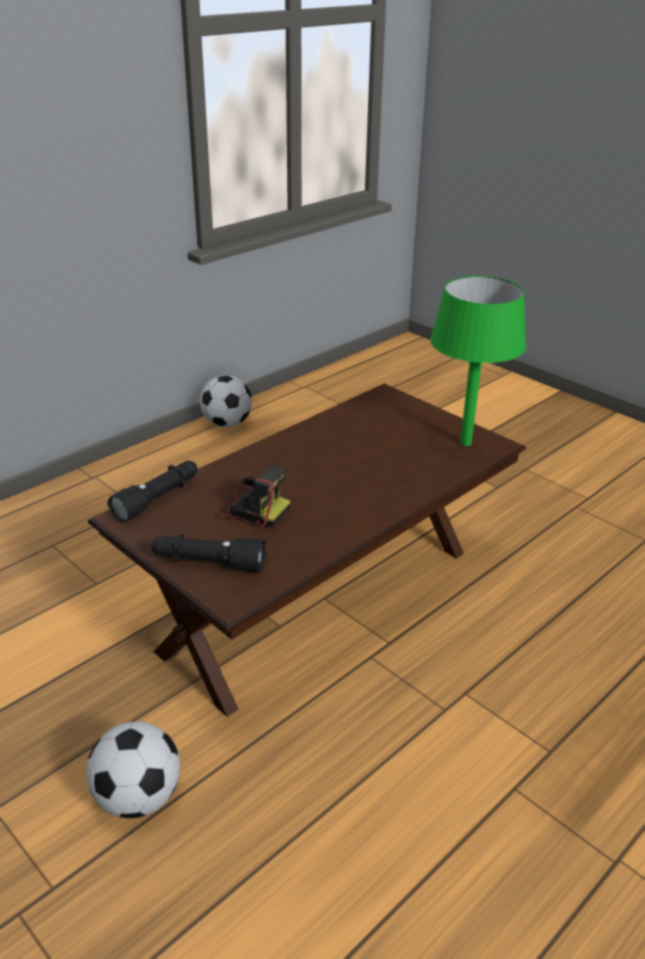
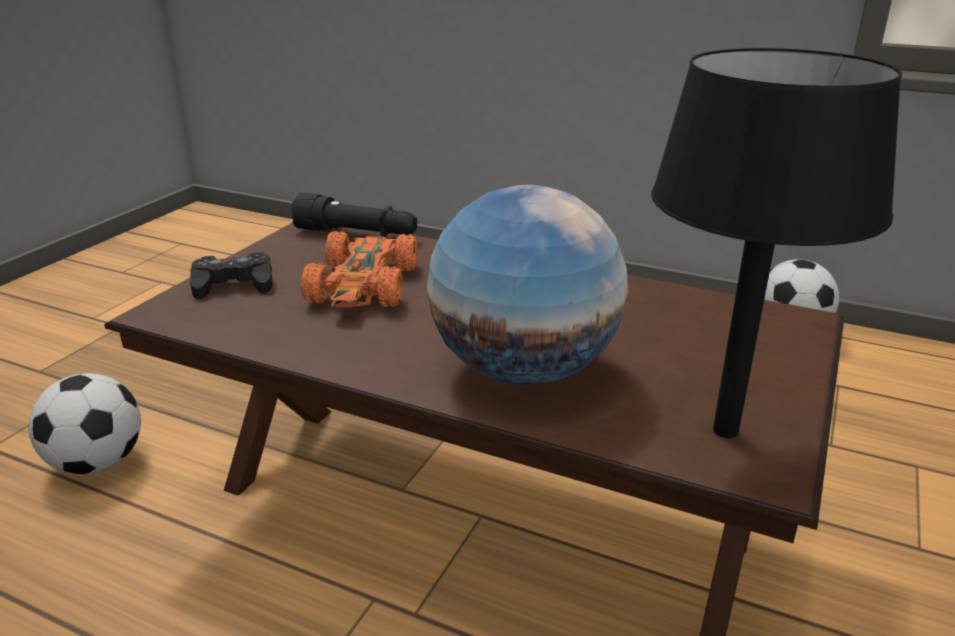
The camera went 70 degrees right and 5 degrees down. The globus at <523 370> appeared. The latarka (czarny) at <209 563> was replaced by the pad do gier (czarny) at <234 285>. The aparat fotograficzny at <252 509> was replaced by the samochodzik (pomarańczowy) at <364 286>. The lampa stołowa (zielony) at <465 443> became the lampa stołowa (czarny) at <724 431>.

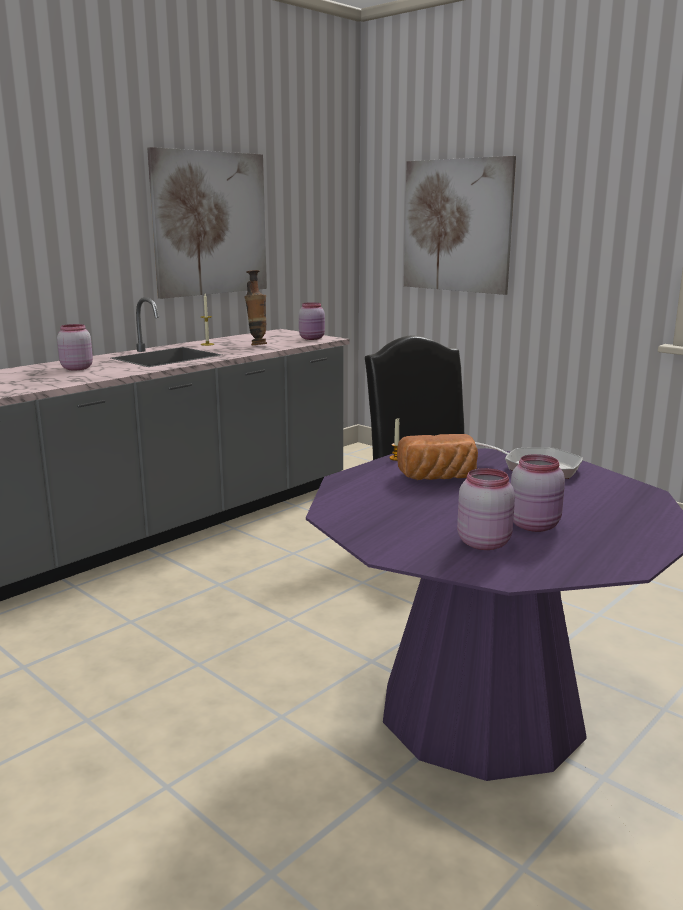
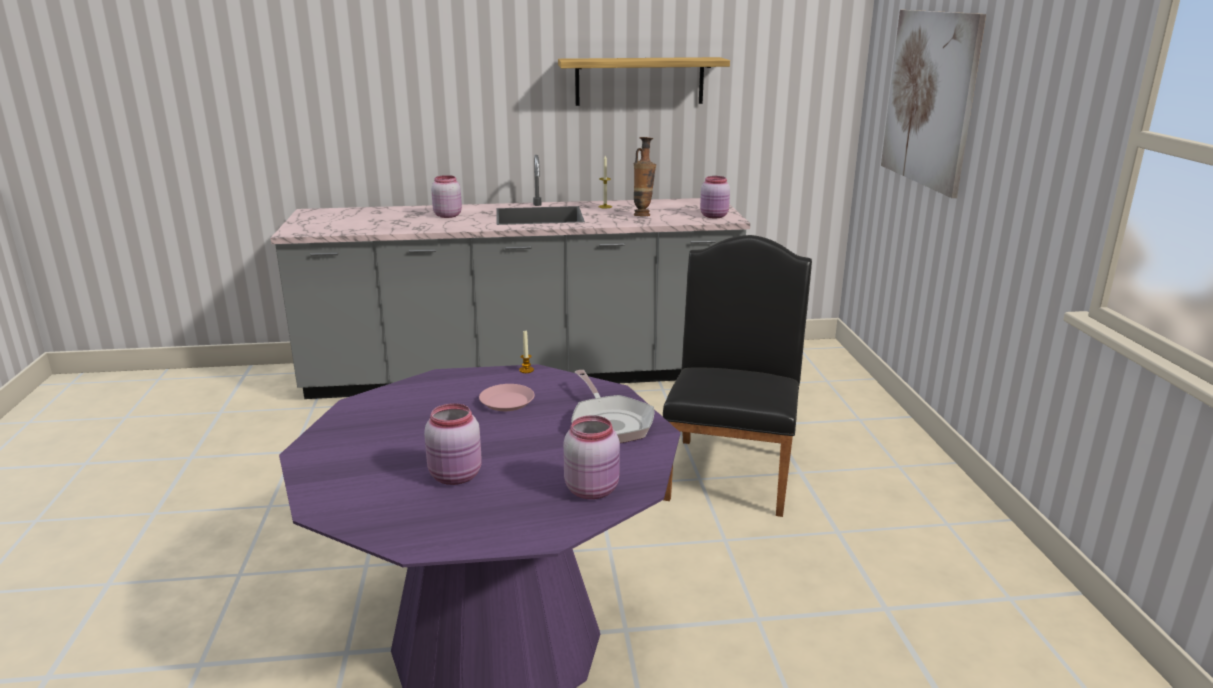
The camera went 40 degrees right and 5 degrees up. The słoik (różowy) moved from <484 542> to <593 489>. The obraz at <210 224> was replaced by the półka at <639 81>. The chleb at <438 478> was replaced by the talerz (różowy) at <506 402>.

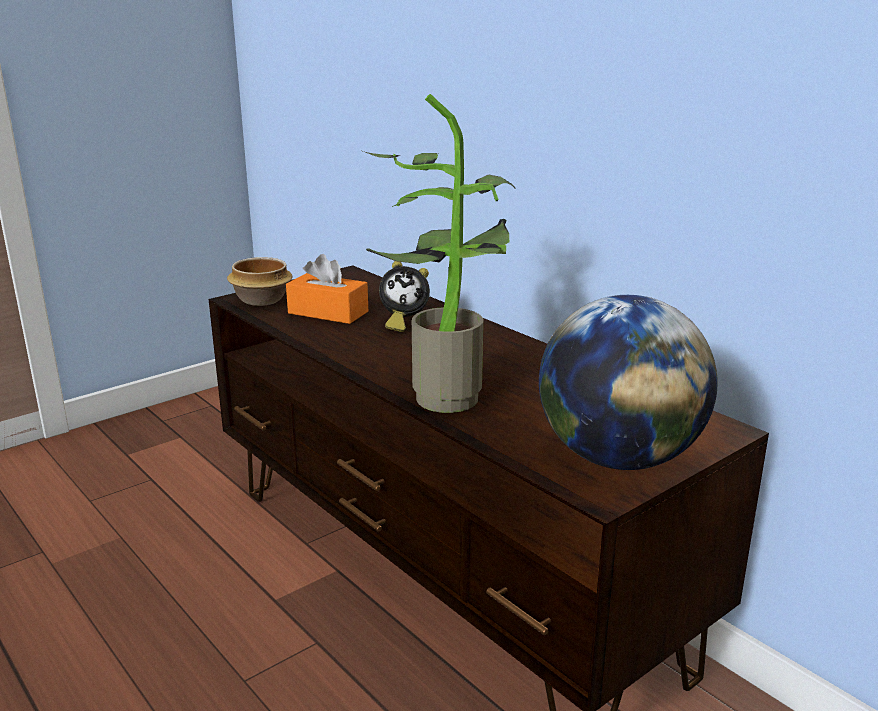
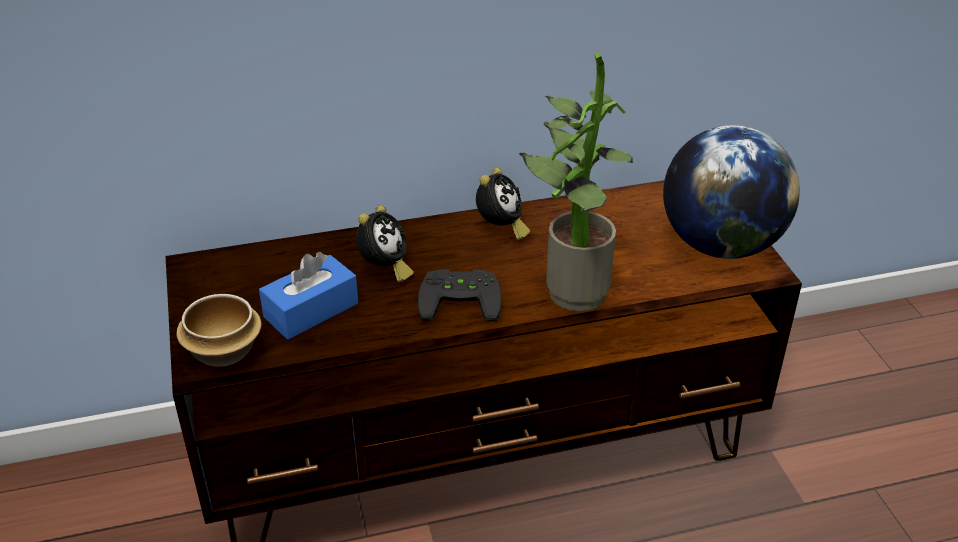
The camera went 65 degrees left and 15 degrees up. The pad do gier (czarny) at <461 298> appeared. The budzik at <501 229> appeared. The pudełko chusteczek (pomarańczowy) at <328 312> became the pudełko chusteczek (niebieski) at <311 310>.

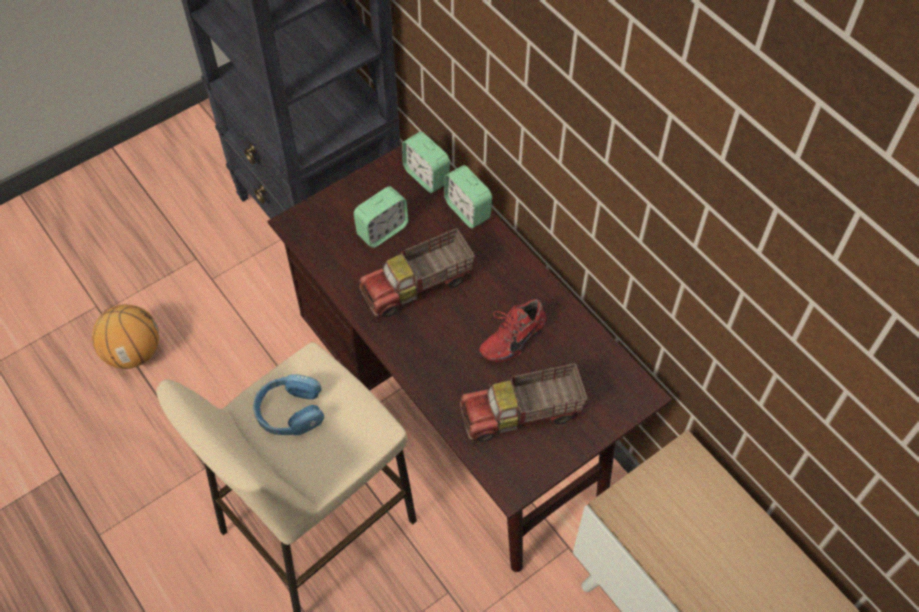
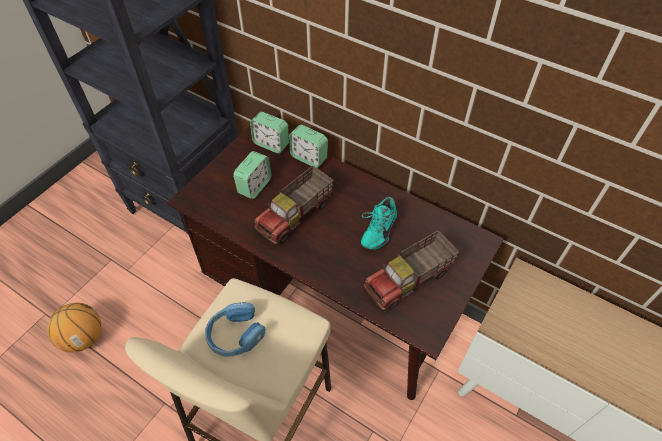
The camera went 20 degrees left and 5 degrees down. The but (czerwony) at <511 337> became the but (turkusowy) at <377 230>.

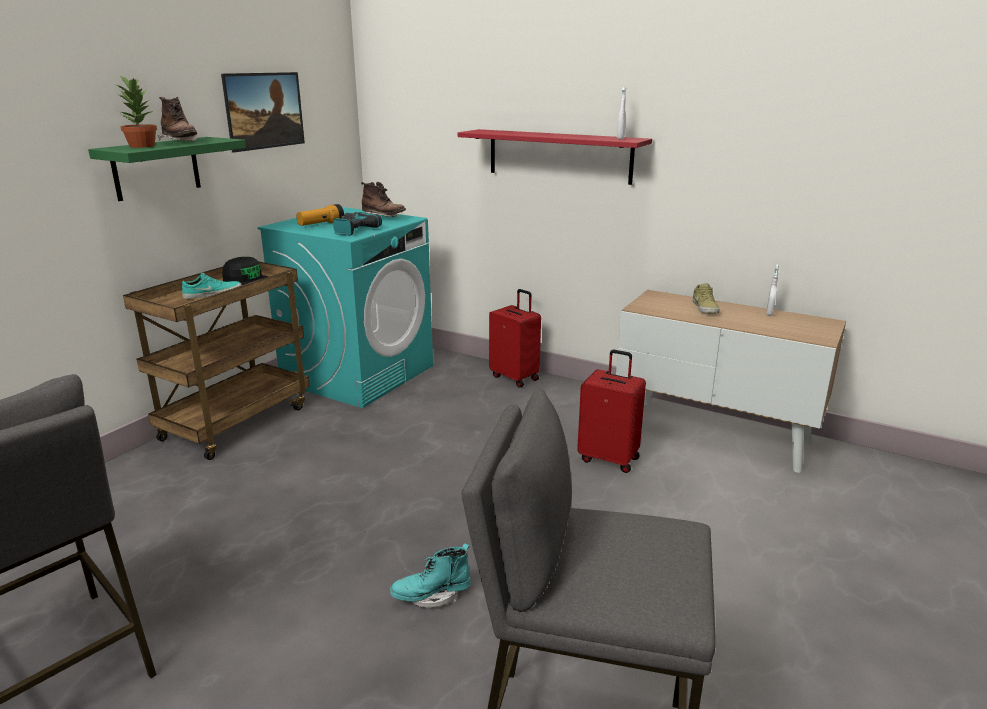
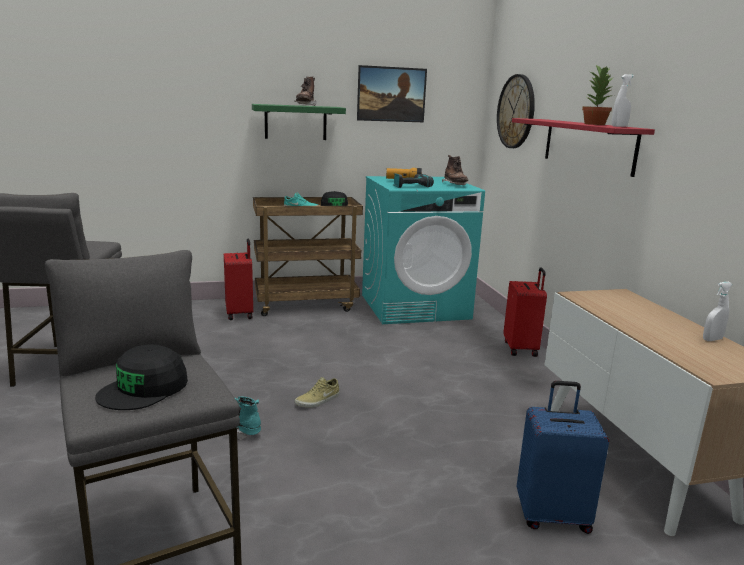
The camera went 45 degrees right and 5 degrees down. The czapka z daszkiem (czarny) at <144 388> appeared. The zegar ścienny at <516 111> appeared. The walizka (niebieski) at <552 515> appeared. The roślina doniczkowa moved from <142 146> to <594 124>. The walizka (czerwony) moved from <609 458> to <240 313>. The but (beżowy) moved from <705 308> to <318 400>.

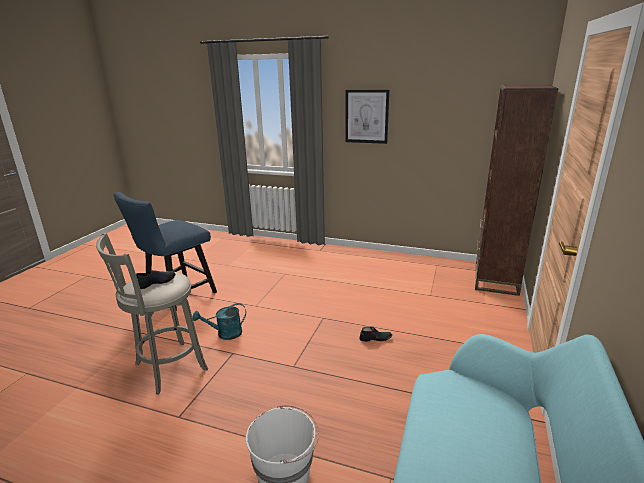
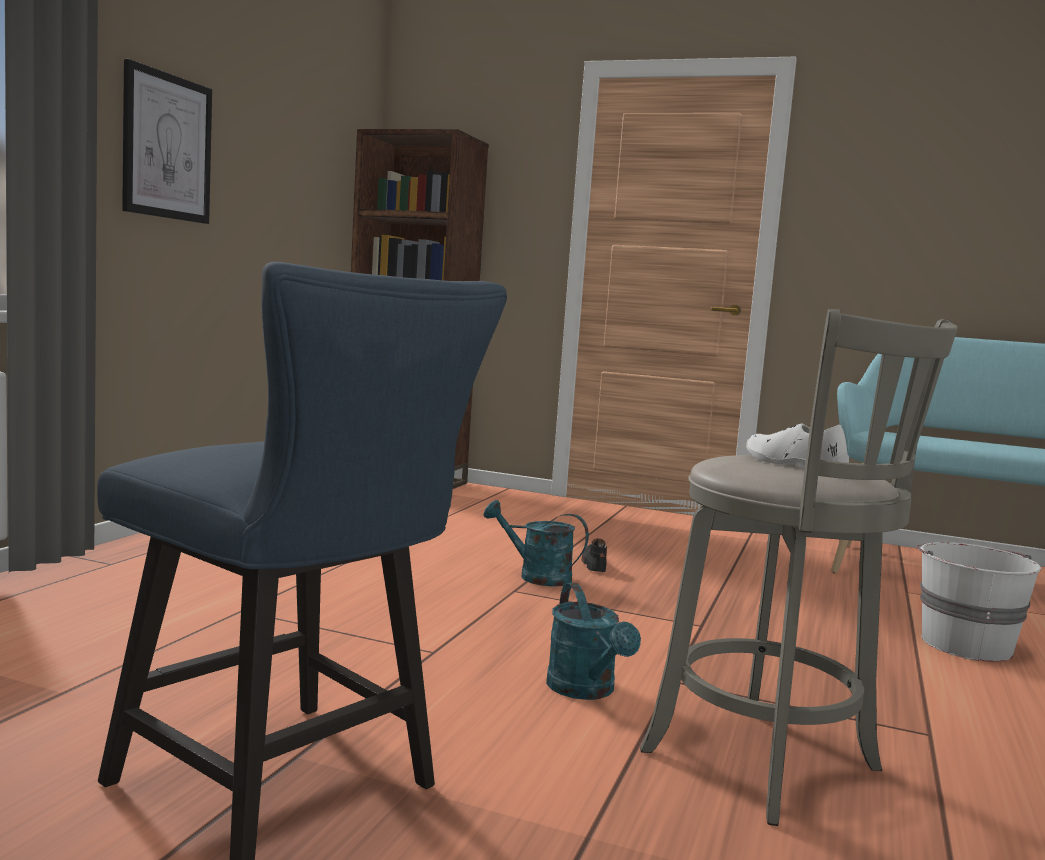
The camera went 90 degrees left and 15 degrees down. The konewka (turkusowy) at <536 576> appeared. The but (czarny) at <156 282> became the but (biały) at <792 464>.

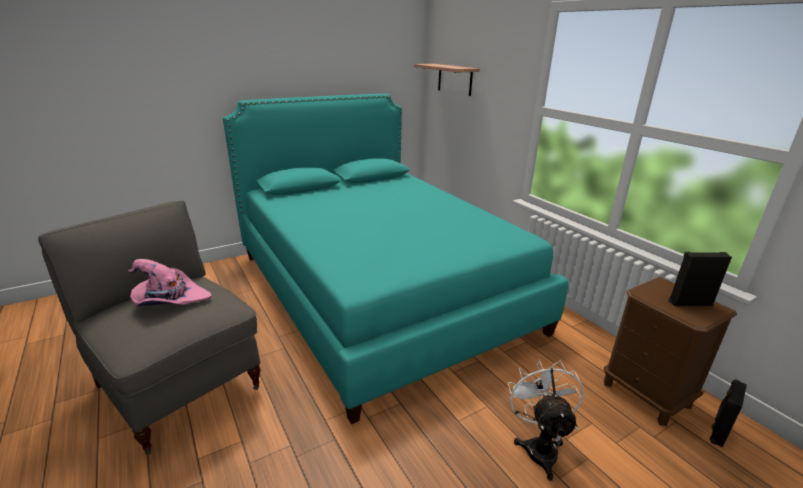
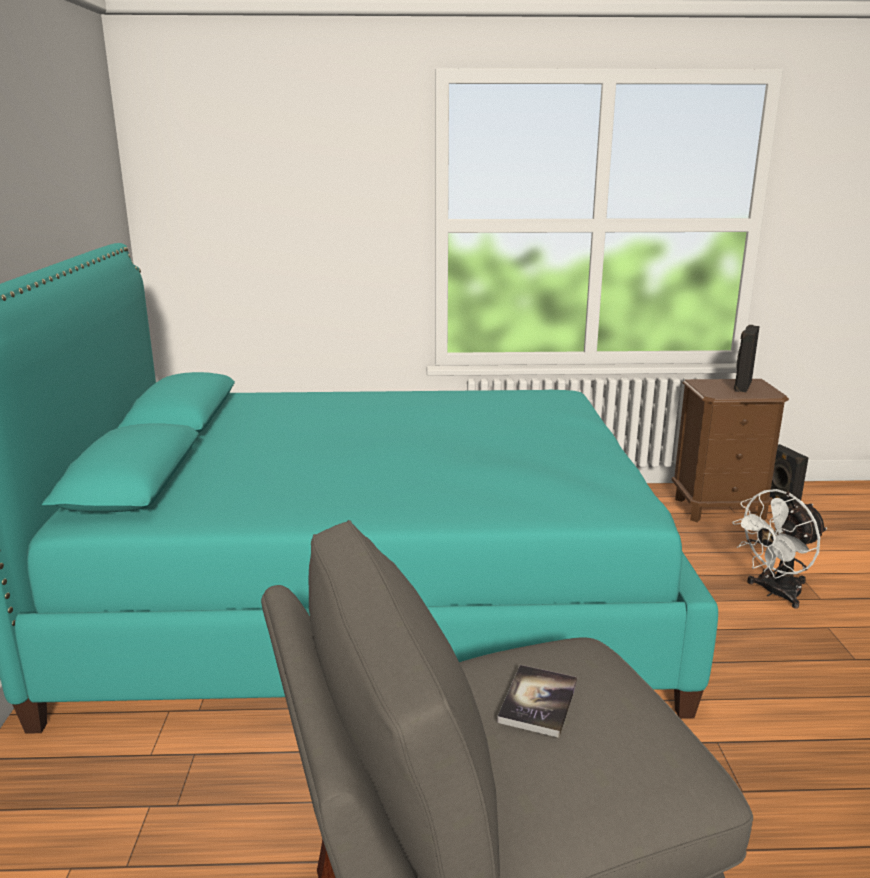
The camera went 60 degrees left and 5 degrees down. The półka at <455 79> disappeared. The kapelusz (różowy) at <170 300> was replaced by the książka at <538 702>. The wentylator (biały) at <539 446> turned 60 degrees counterclockwise.

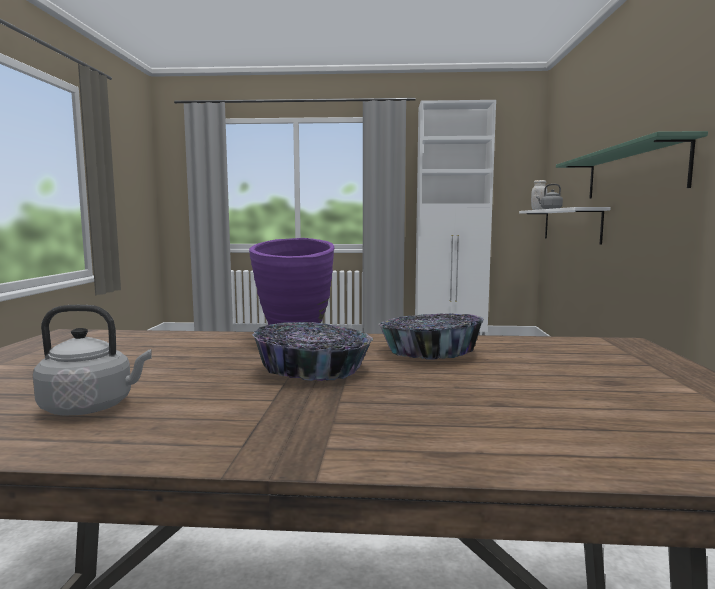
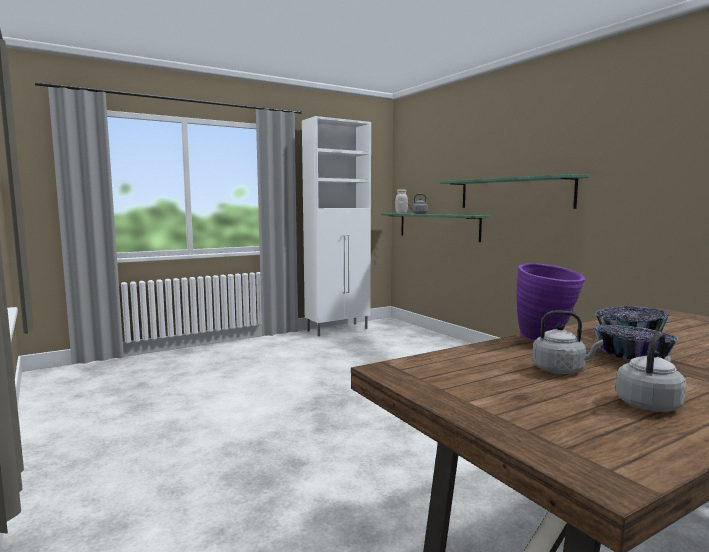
The camera went 35 degrees left and 0 degrees up. The czajnik (szary) at <561 370> appeared. The półka (biały) at <570 225> became the półka (zielony) at <437 226>.

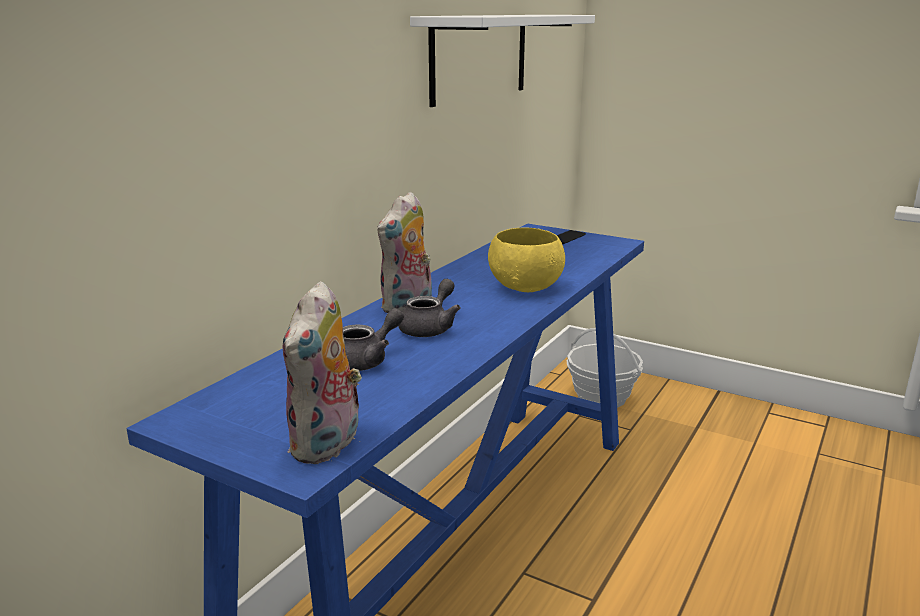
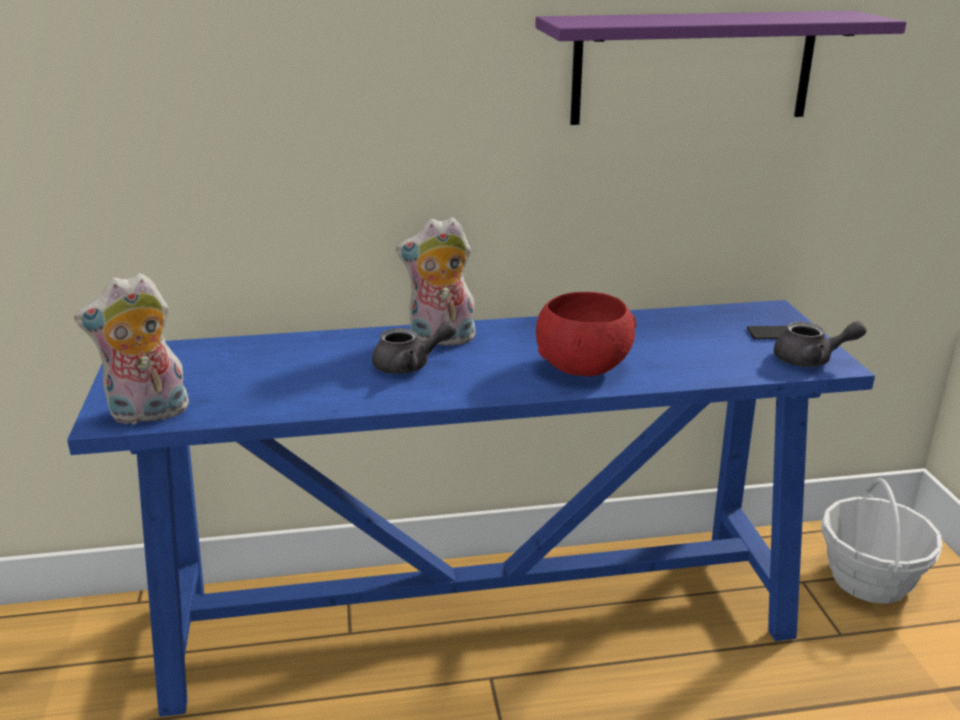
The camera went 50 degrees right and 5 degrees up. The imbryk (szary) moved from <366 360> to <811 360>. The półka (biały) at <480 57> became the półka (fioletowy) at <693 68>. The miska (żółty) at <525 286> became the miska (czerwony) at <584 366>.

